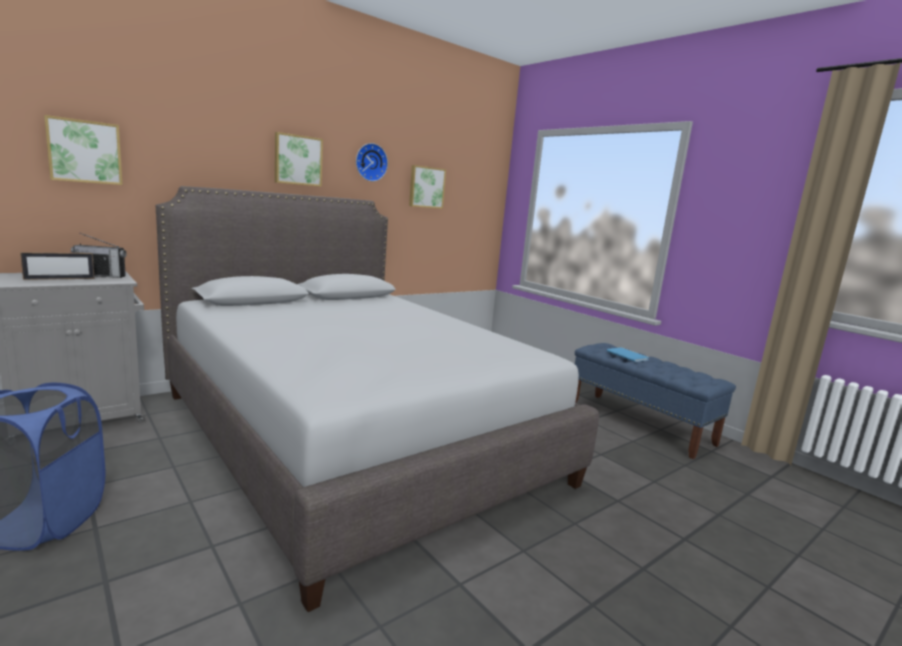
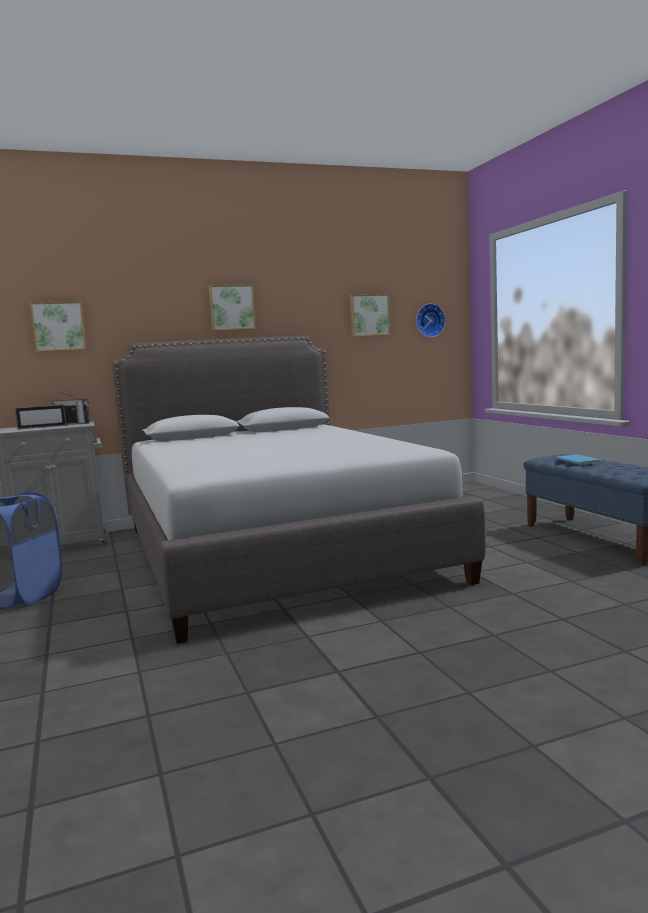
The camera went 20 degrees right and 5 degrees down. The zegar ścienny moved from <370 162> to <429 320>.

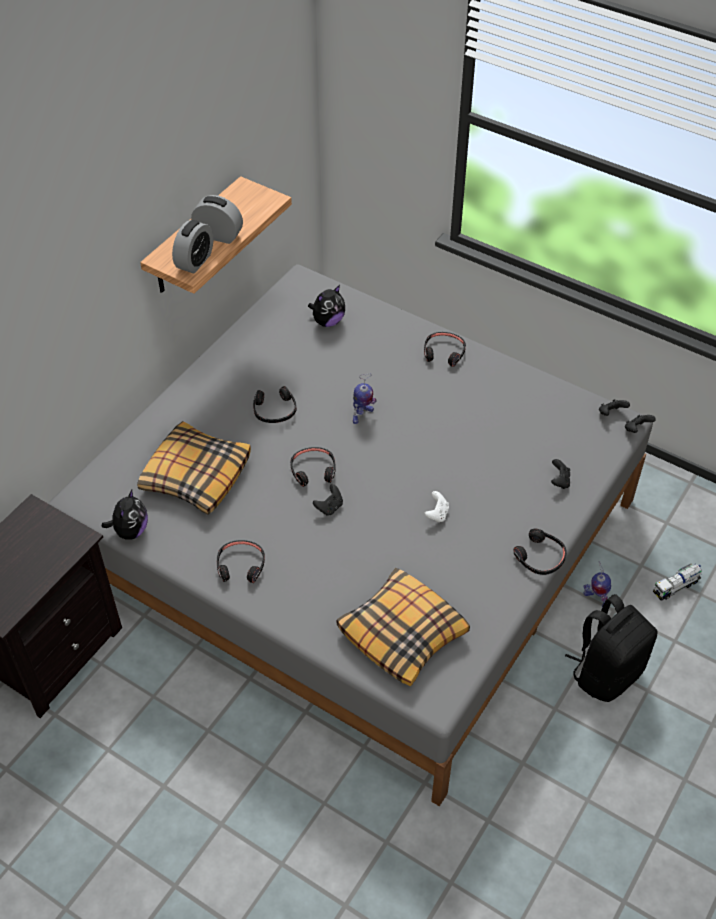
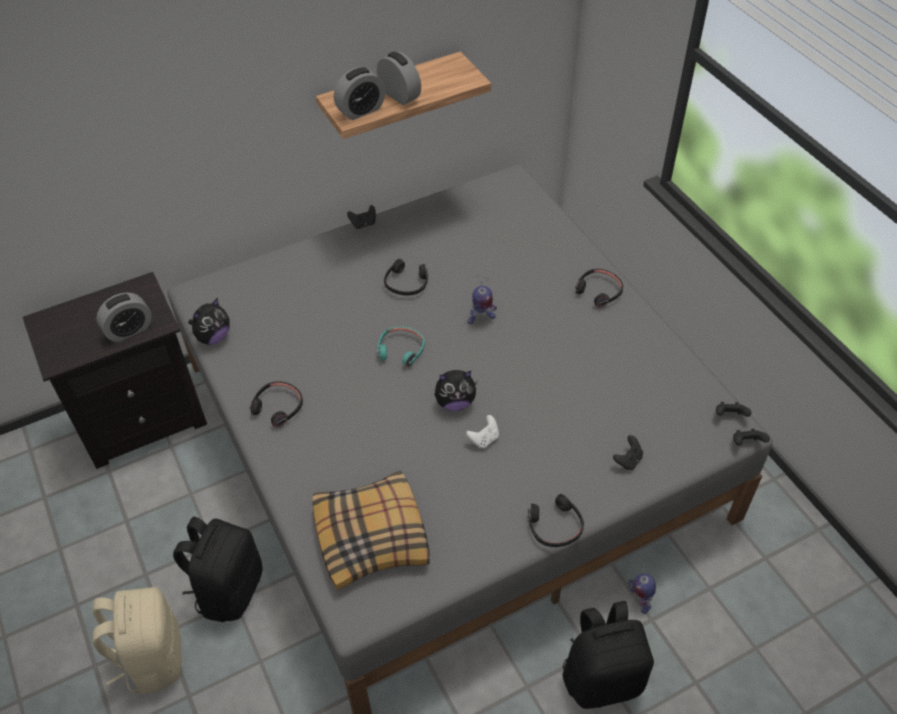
The camera went 30 degrees right and 0 degrees up. The poduszka at <195 475> disappeared. The ciężarówka zabawkowa at <676 586> disappeared. The plecak (beżowy) at <152 658> appeared. The budzik at <129 330> appeared. The plecak (czarny) at <229 589> appeared. The pluszak moved from <328 321> to <455 402>. The pad do gier (czarny) moved from <329 507> to <363 224>. The słuchawki (czarny) at <313 470> became the słuchawki (turkusowy) at <401 350>.

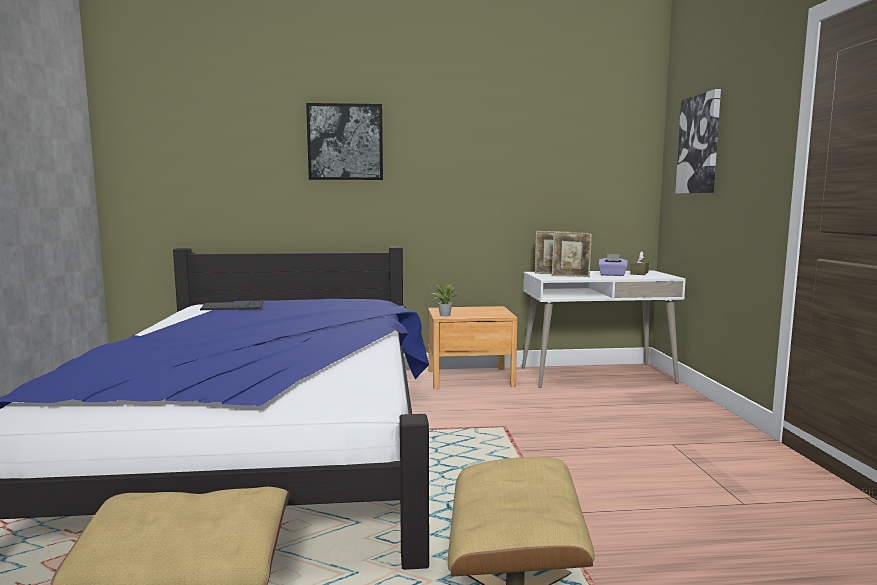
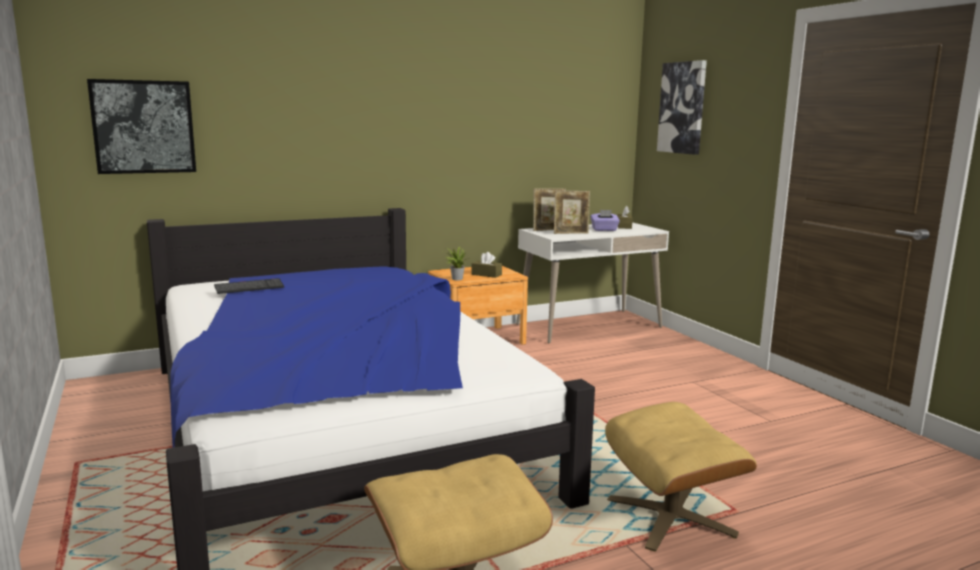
The camera went 20 degrees left and 5 degrees up. The pudełko chusteczek (brązowy) at <486 274> appeared. The obraz moved from <345 142> to <143 127>.

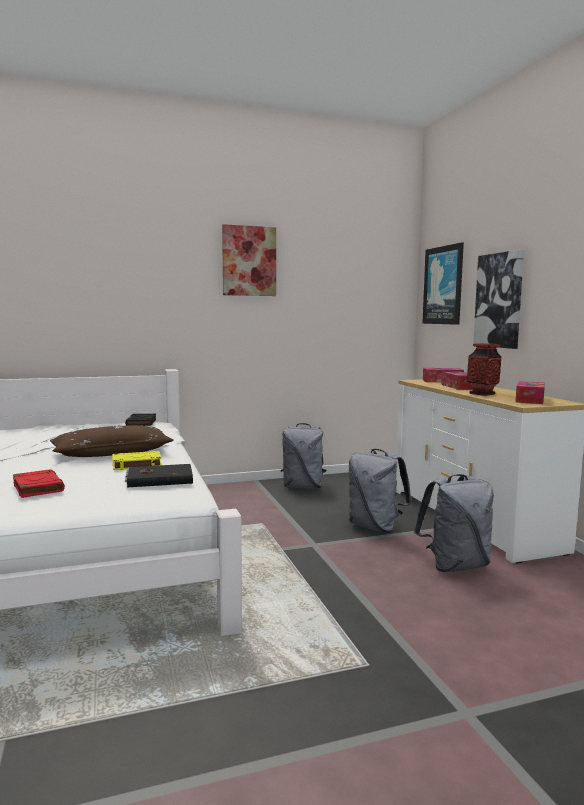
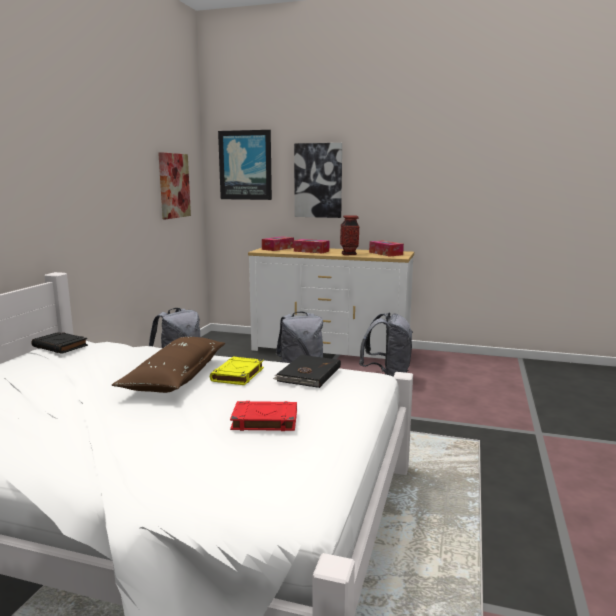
The camera went 55 degrees left and 5 degrees up. The obraz moved from <249 261> to <174 185>.

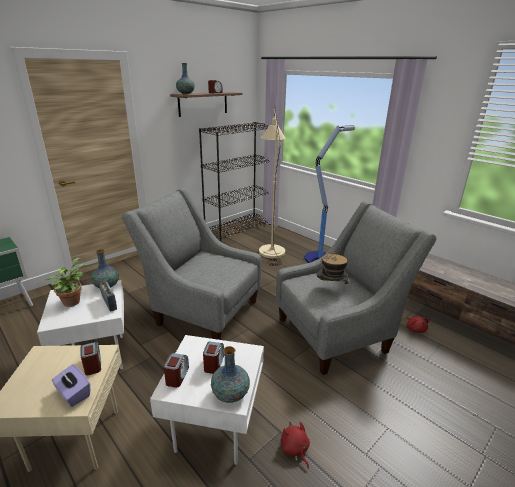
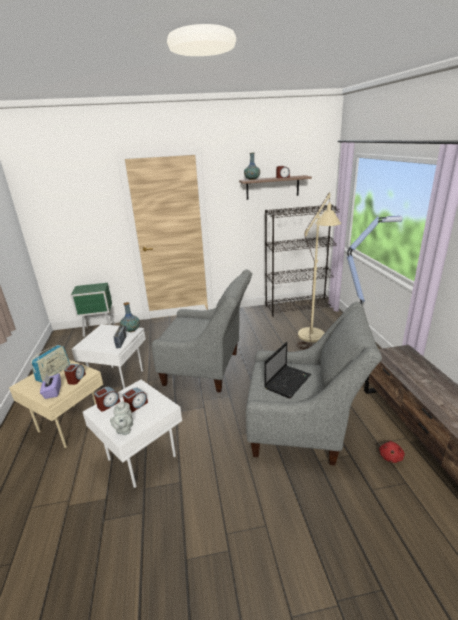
The camera went 35 degrees right and 0 degrees up. The roślina doniczkowa at <72 301> disappeared. The pluszak (czerwony) at <295 449> disappeared. The radio at <53 373> appeared. The wazon at <230 394> was replaced by the imbryk (szary) at <124 429>. The kapelusz at <331 289> was replaced by the laptop at <288 381>. The fotel (szary) at <202 310> turned 135 degrees clockwise.

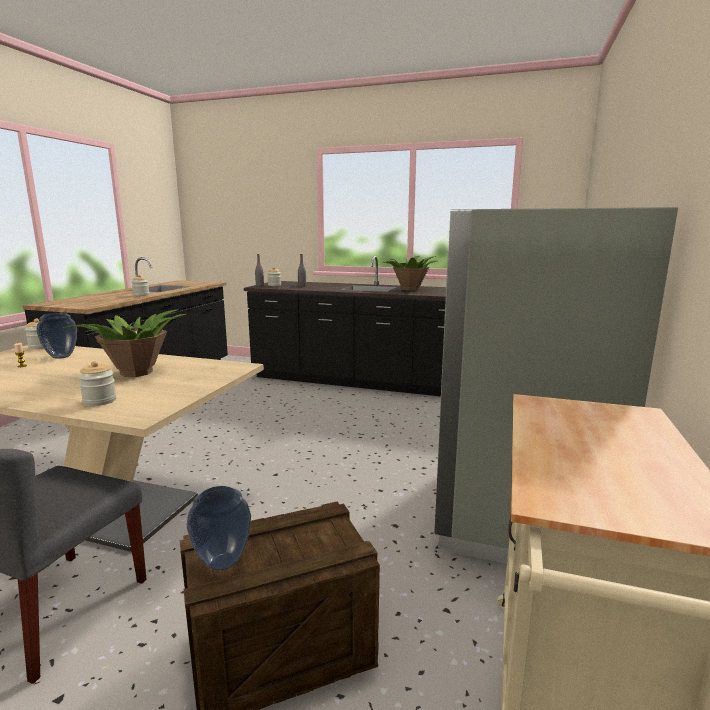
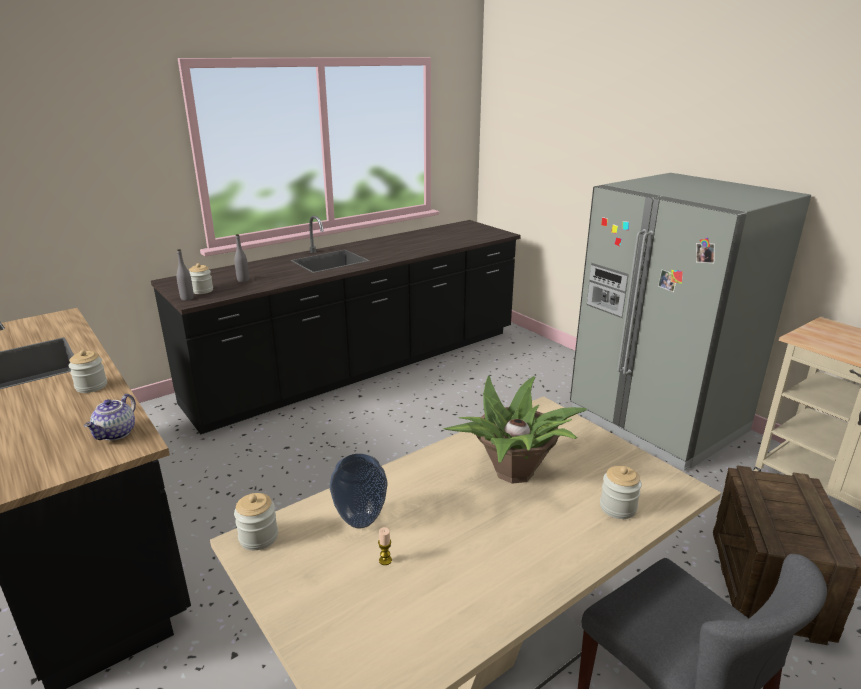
The camera went 55 degrees left and 10 degrees up. The wazon at <221 563> disappeared. The roślina doniczkowa at <409 289> disappeared. The imbryk at <116 434> appeared.

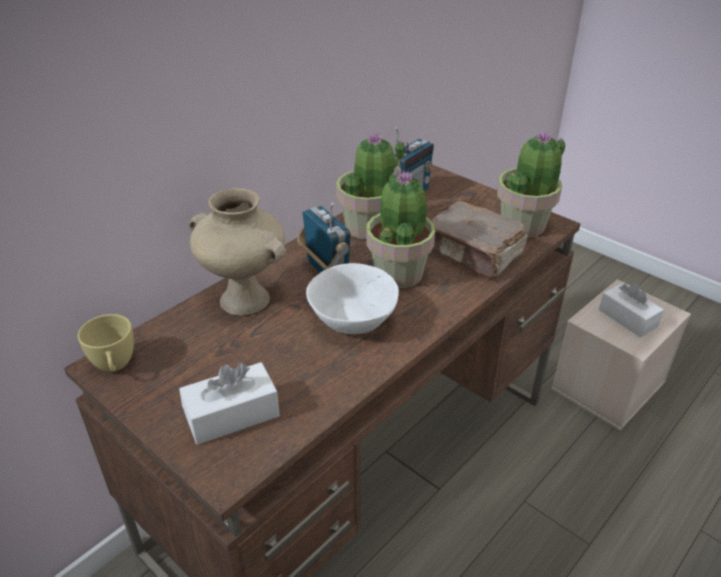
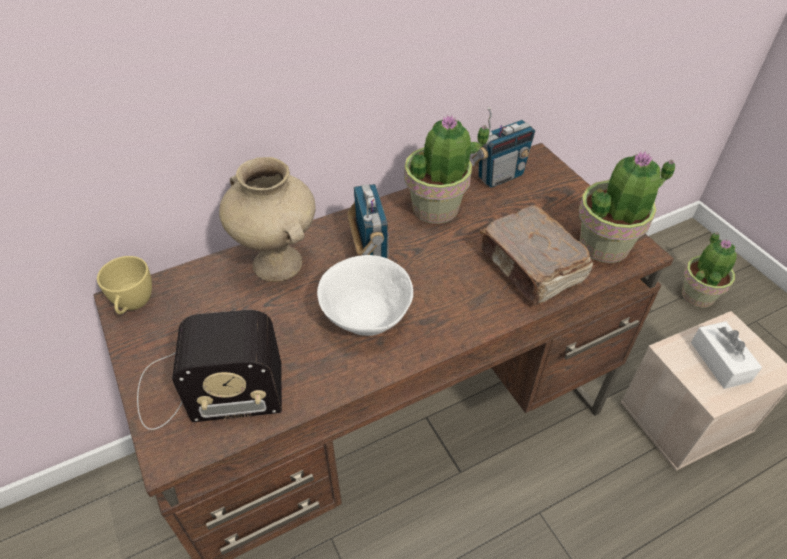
The camera went 20 degrees right and 10 degrees up. The roślina doniczkowa moved from <399 273> to <698 295>. The pudełko chusteczek (biały) at <232 415> was replaced by the radio at <205 389>.

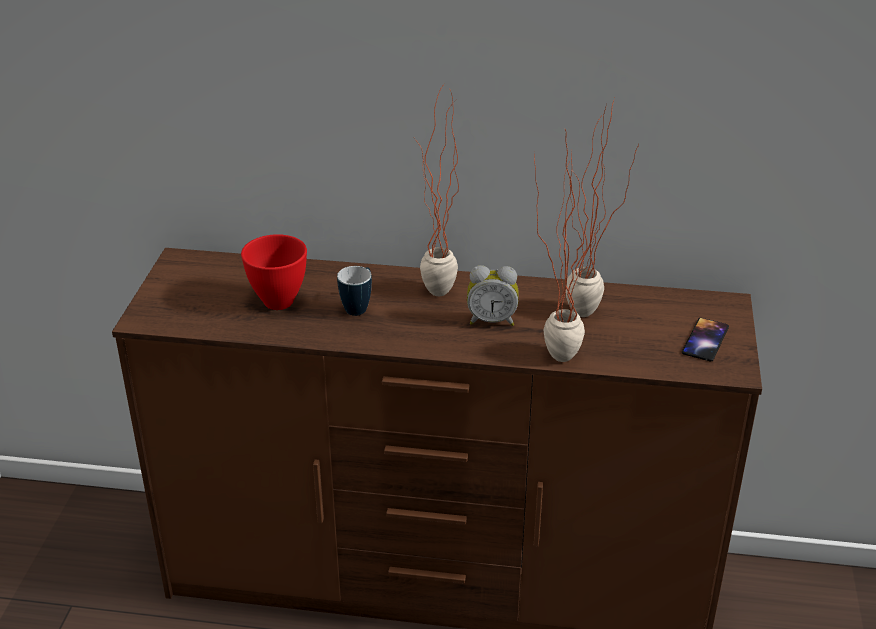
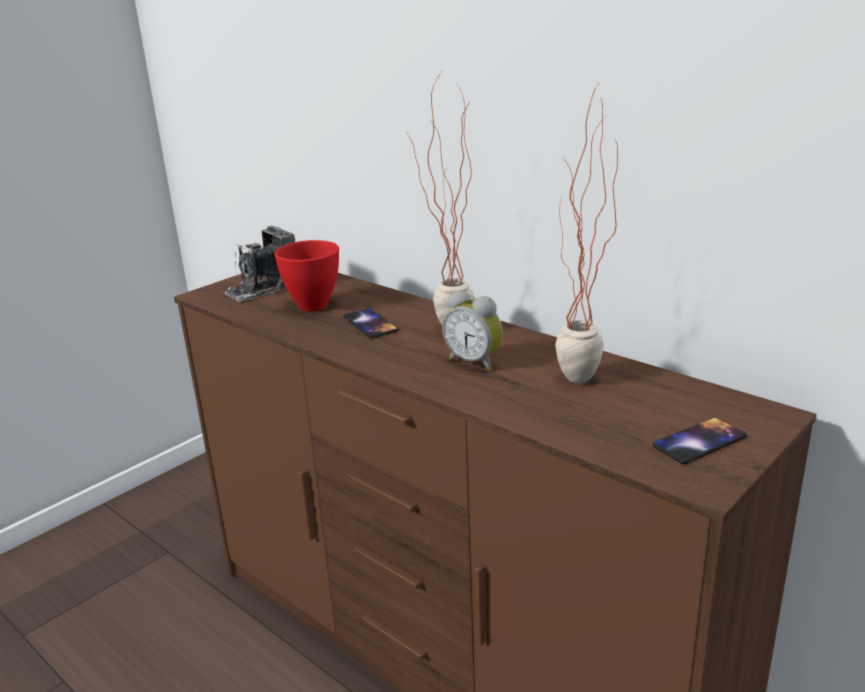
The camera went 35 degrees right and 10 degrees down. The roślina doniczkowa at <555 350> disappeared. The aparat fotograficzny at <262 289> appeared. The kubek at <359 307> was replaced by the telefon at <370 324>.

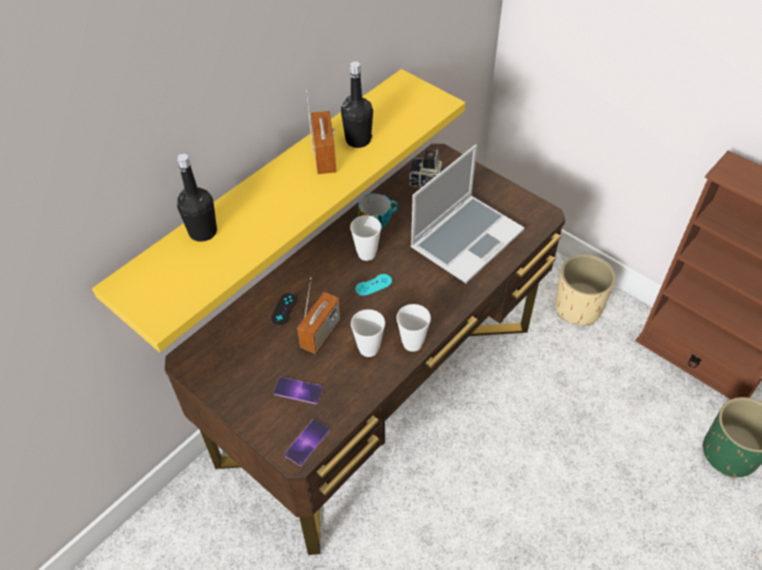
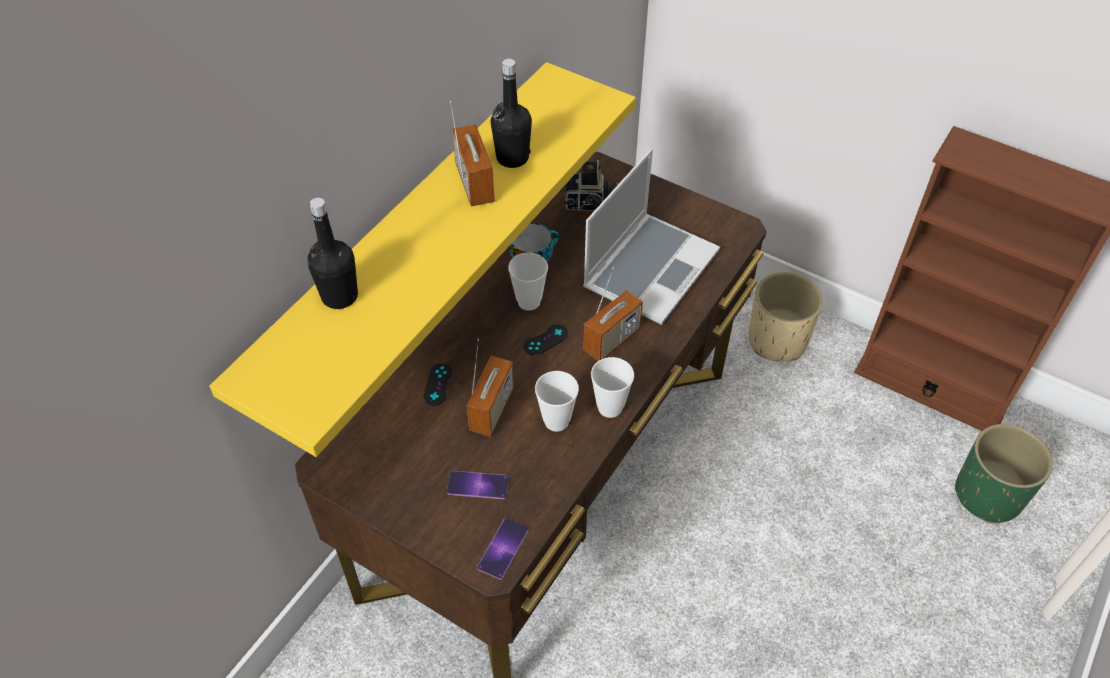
The camera went 10 degrees left and 0 degrees up. The radio at <612 340> appeared. The pad do gier (turkusowy) at <373 285> became the pad do gier (czarny) at <546 340>.

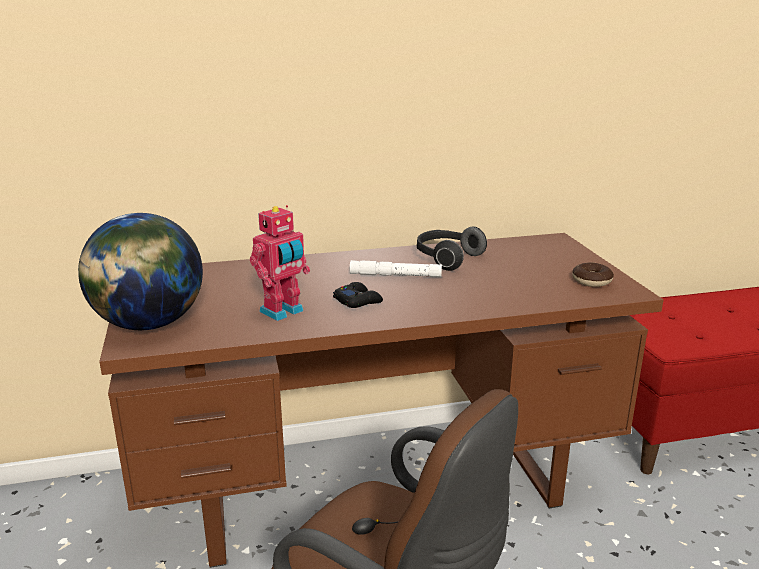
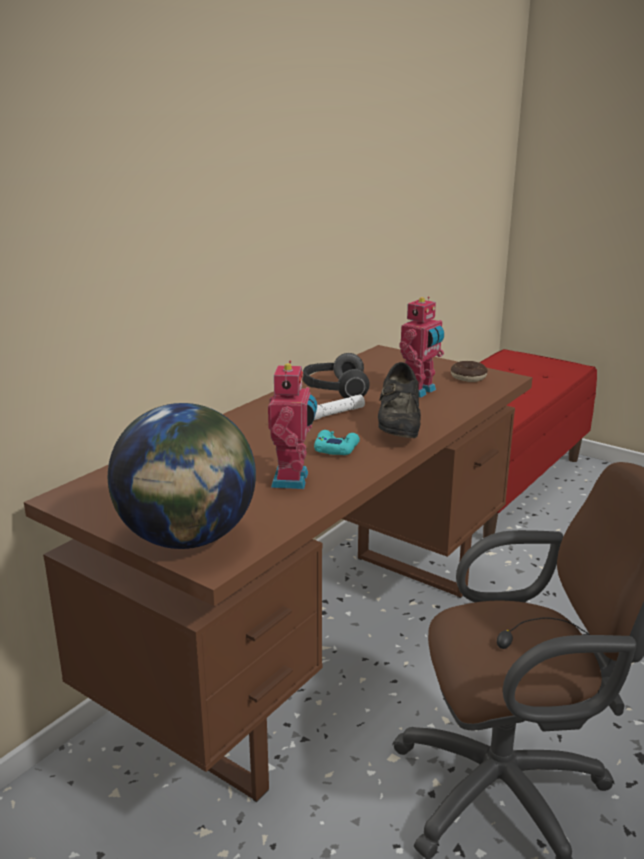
The camera went 40 degrees left and 0 degrees up. The but (czarny) at <398 428> appeared. The robot zabawkowy at <419 391> appeared. The pad do gier (czarny) at <358 301> became the pad do gier (turkusowy) at <336 448>.

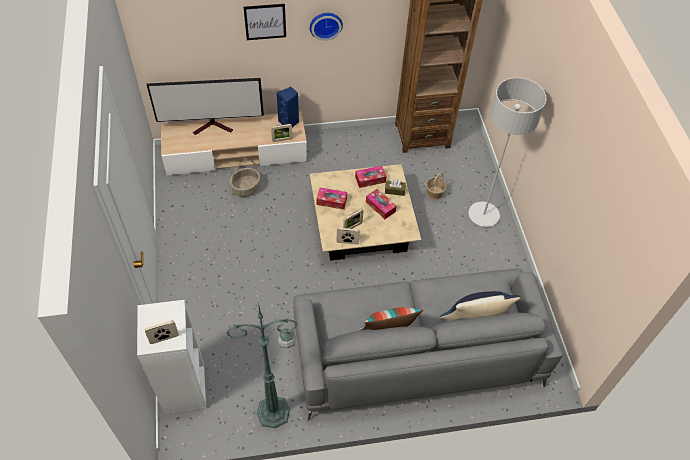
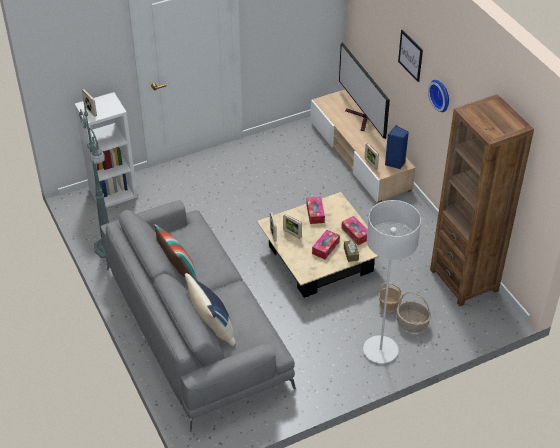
The camera went 75 degrees right and 10 degrees down. The koszyk moved from <246 188> to <412 323>.

